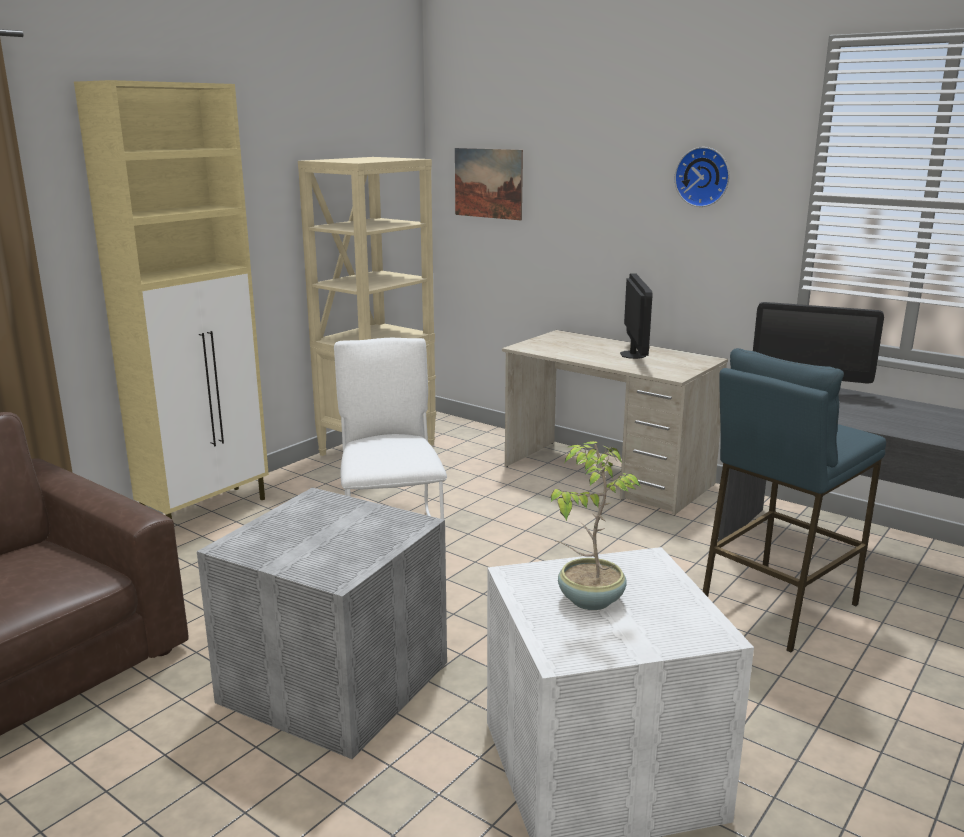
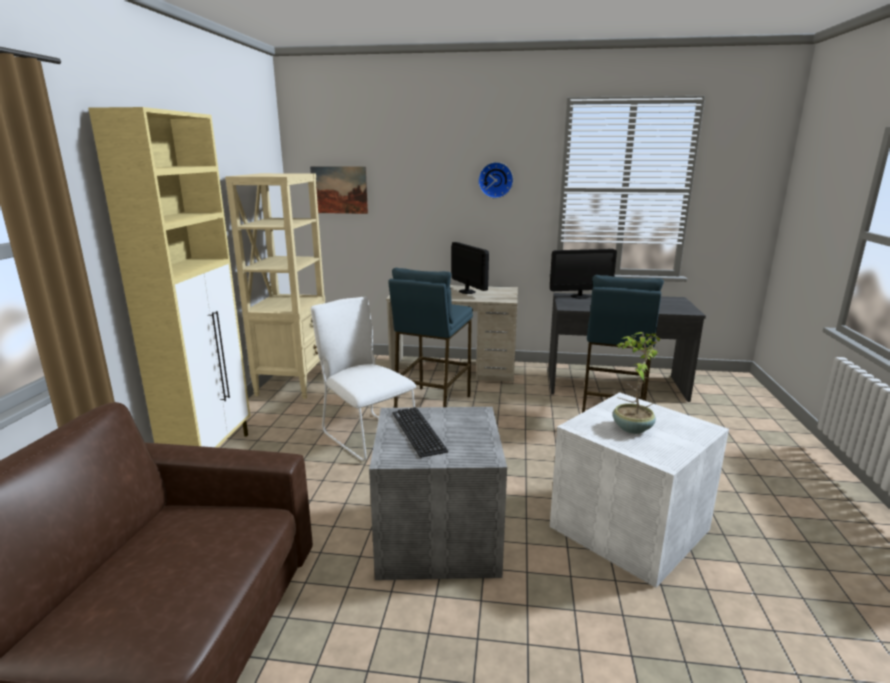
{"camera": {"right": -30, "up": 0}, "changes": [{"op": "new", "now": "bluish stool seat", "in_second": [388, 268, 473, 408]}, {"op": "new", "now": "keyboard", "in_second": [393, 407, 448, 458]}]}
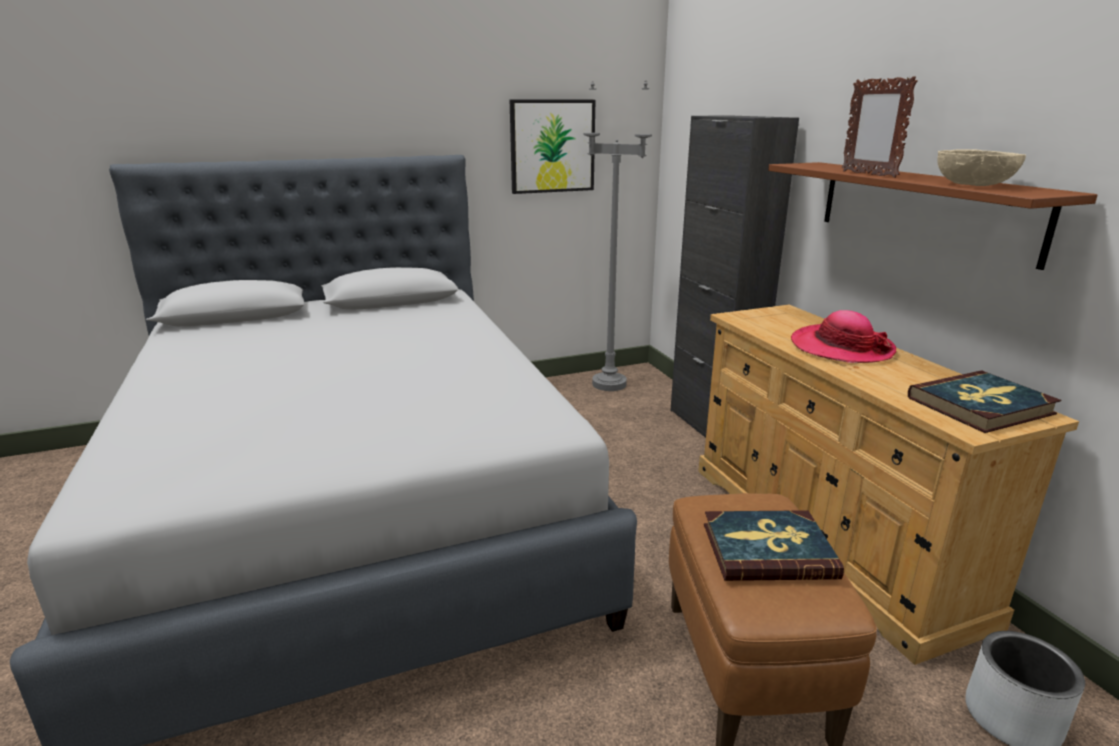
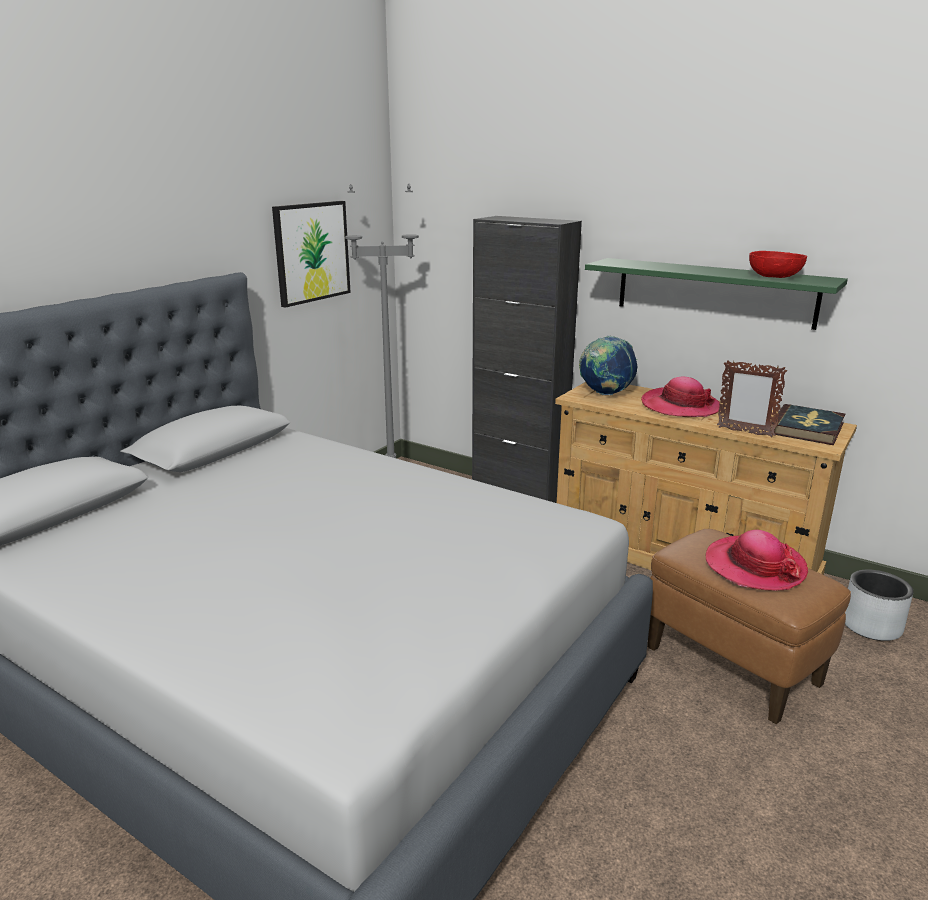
{"camera": {"right": -35, "up": 0}, "changes": [{"op": "new", "now": "world globe", "in_second": [579, 336, 637, 395]}, {"op": "shifted", "was": "photo frame", "in_first": [842, 76, 918, 178], "in_second": [717, 361, 787, 438]}, {"op": "swapped", "was": "book", "now": "hat", "in_first": [704, 510, 844, 581], "in_second": [705, 530, 808, 591]}, {"op": "repainted", "was": "brownish wall shelf", "now": "greenish wall shelf", "in_first": [768, 162, 1098, 270], "in_second": [585, 258, 848, 330]}, {"op": "repainted", "was": "beige deep dish", "now": "red deep dish", "in_first": [938, 149, 1026, 186], "in_second": [749, 251, 807, 278]}]}
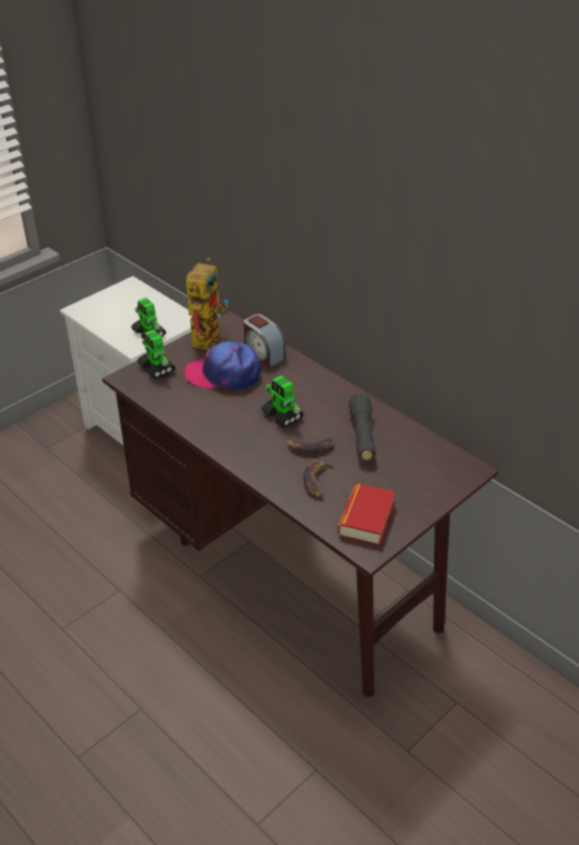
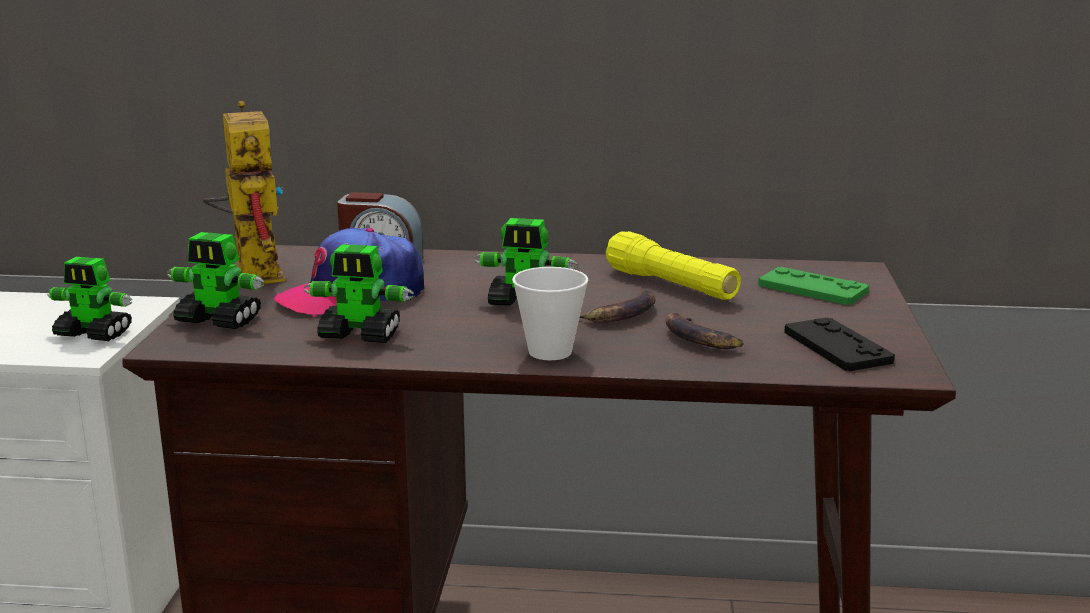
{"camera": {"right": -40, "up": -20}, "changes": [{"op": "new", "now": "model robot", "in_second": [304, 244, 414, 343]}, {"op": "new", "now": "cup", "in_second": [512, 267, 589, 360]}, {"op": "new", "now": "greenish game controller", "in_second": [758, 267, 869, 305]}, {"op": "swapped", "was": "book", "now": "black-coloured game controller", "in_first": [338, 483, 395, 545], "in_second": [784, 318, 895, 371]}, {"op": "repainted", "was": "black-coloured flashlight", "now": "yellowish flashlight", "in_first": [349, 393, 376, 462], "in_second": [606, 231, 741, 300]}]}
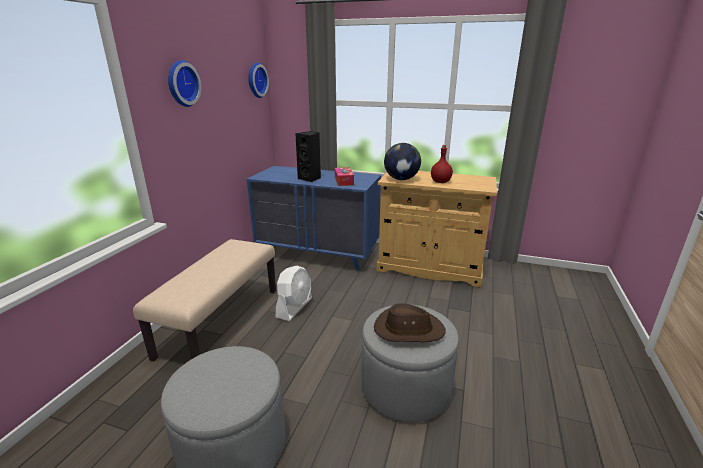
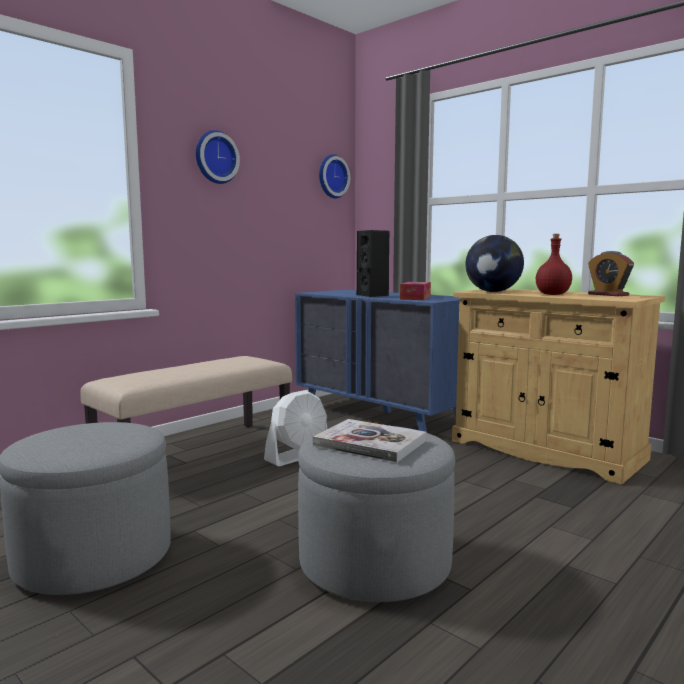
{"camera": {"right": 25, "up": -15}, "changes": [{"op": "new", "now": "bedside clock", "in_second": [588, 251, 634, 296]}, {"op": "swapped", "was": "brownish hat", "now": "book", "in_first": [374, 303, 446, 342], "in_second": [313, 419, 427, 463]}]}
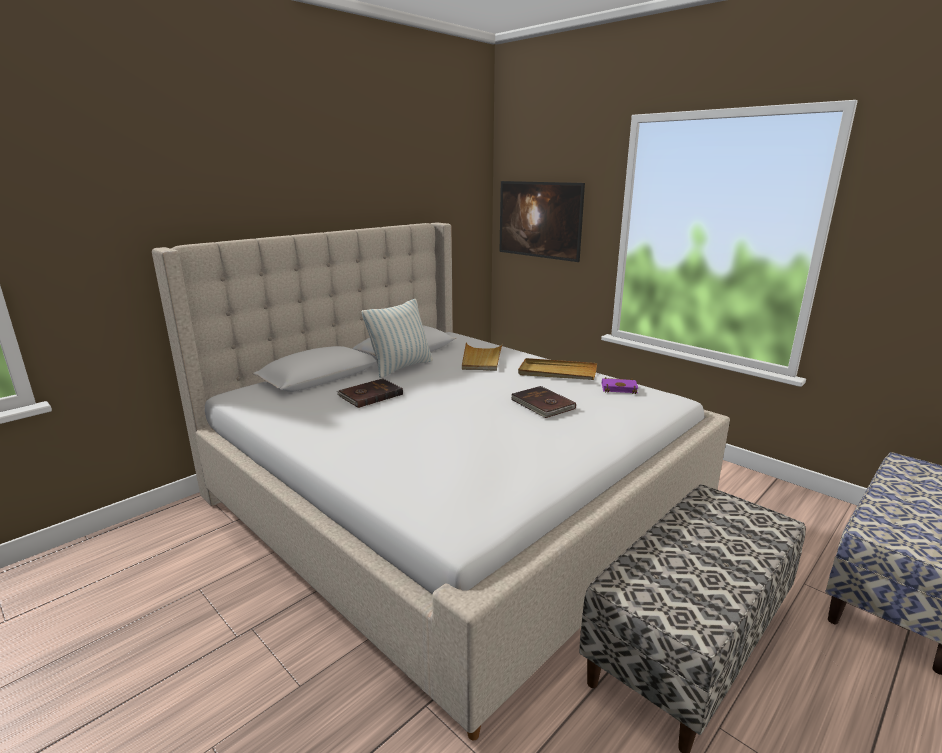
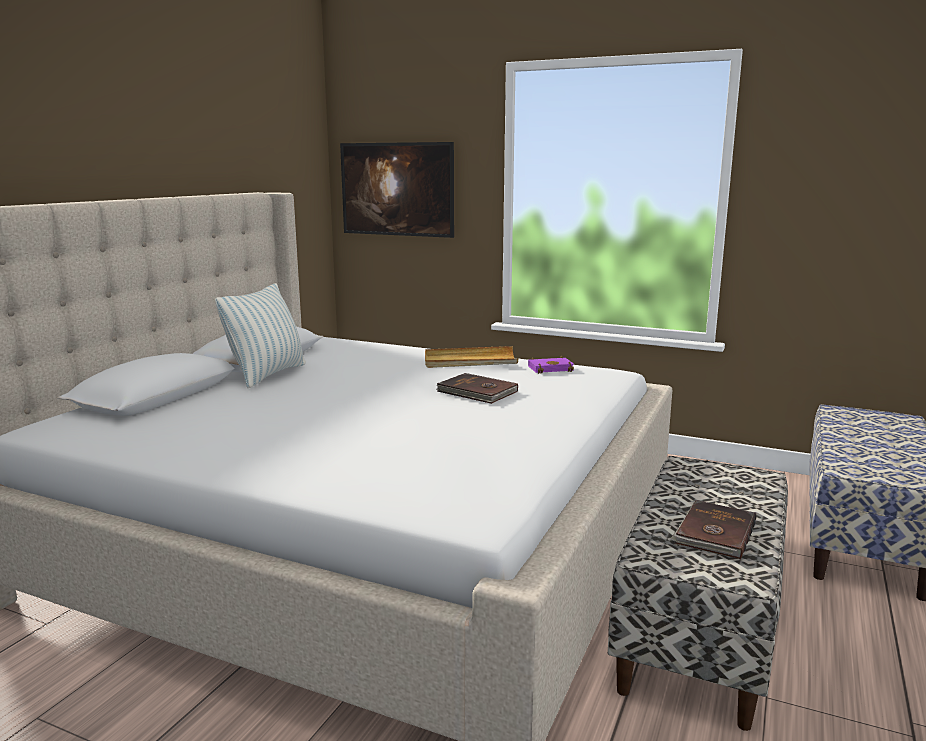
{"camera": {"right": -20, "up": -5}, "changes": [{"op": "gone", "was": "beige serving tray", "in_first": [462, 342, 503, 371]}, {"op": "shifted", "was": "brownish book", "in_first": [337, 378, 403, 408], "in_second": [670, 500, 756, 559]}]}
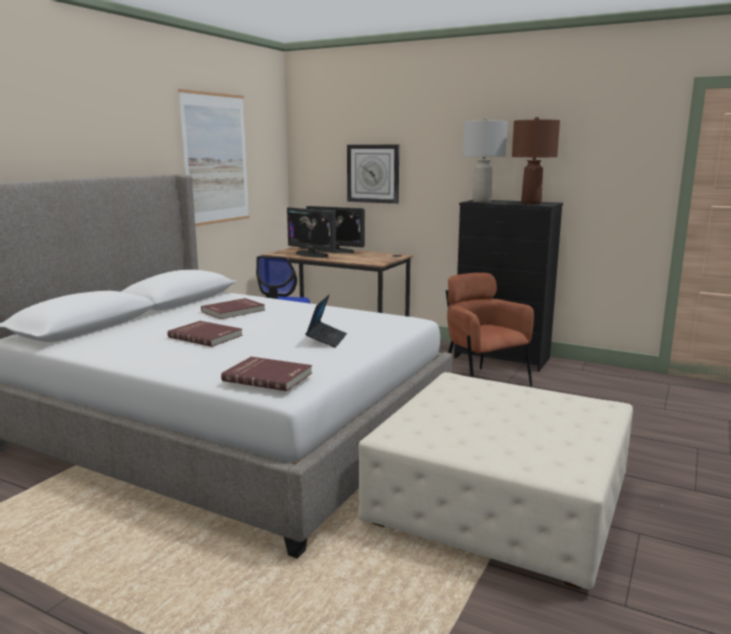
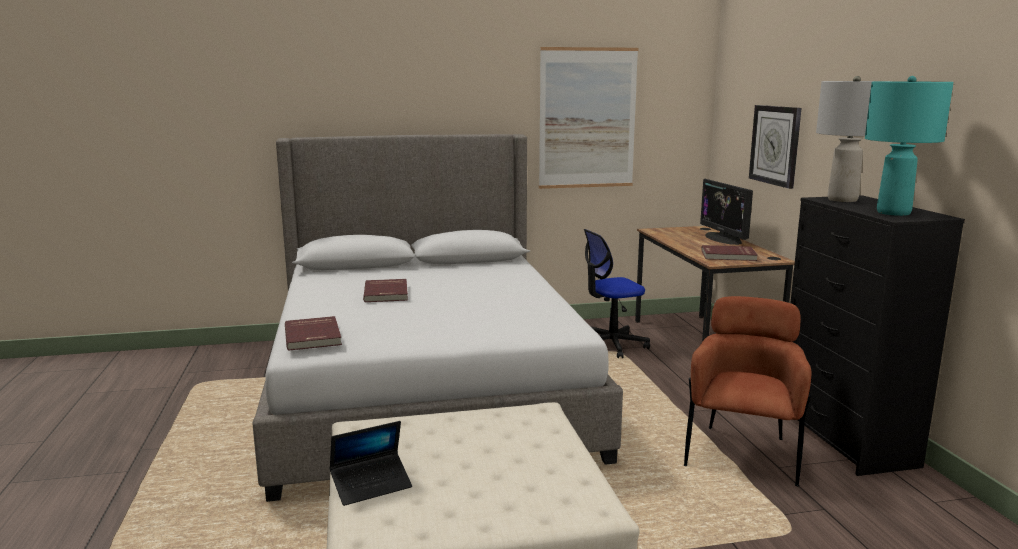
{"camera": {"right": 50, "up": 0}, "changes": [{"op": "gone", "was": "monitor", "in_first": [287, 207, 336, 258]}, {"op": "shifted", "was": "red book", "in_first": [201, 298, 265, 319], "in_second": [702, 245, 758, 261]}, {"op": "shifted", "was": "portable computer", "in_first": [306, 295, 347, 348], "in_second": [329, 421, 412, 506]}, {"op": "repainted", "was": "brownish table lamp", "now": "turquoise table lamp", "in_first": [512, 117, 560, 204], "in_second": [865, 76, 953, 216]}]}
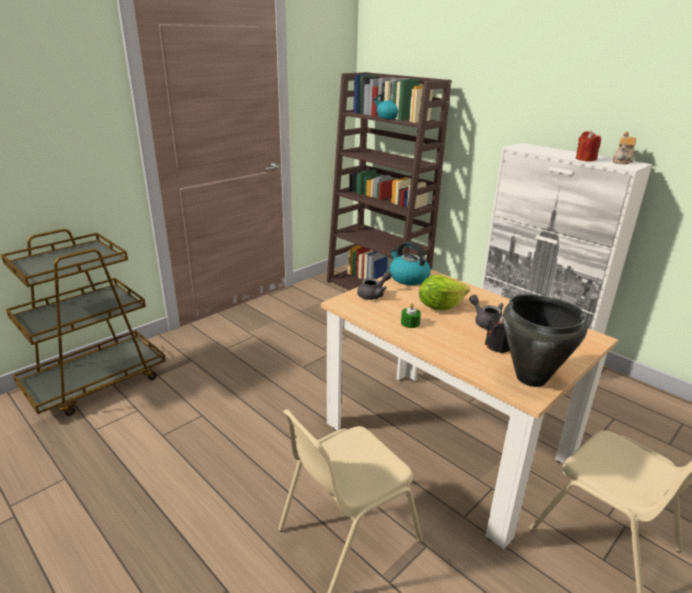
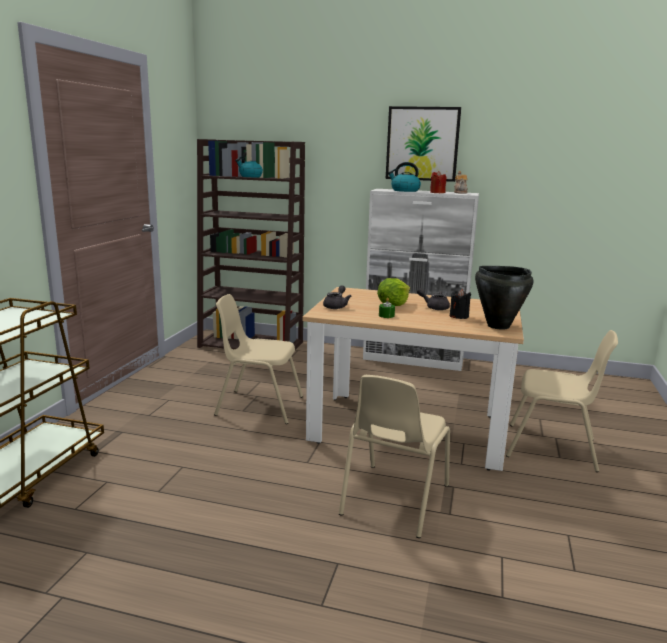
{"camera": {"right": -30, "up": -10}, "changes": [{"op": "new", "now": "beige plain chair", "in_second": [214, 294, 303, 424]}, {"op": "new", "now": "picture", "in_second": [386, 106, 461, 182]}, {"op": "shifted", "was": "tea kettle", "in_first": [390, 241, 430, 285], "in_second": [388, 162, 421, 192]}]}
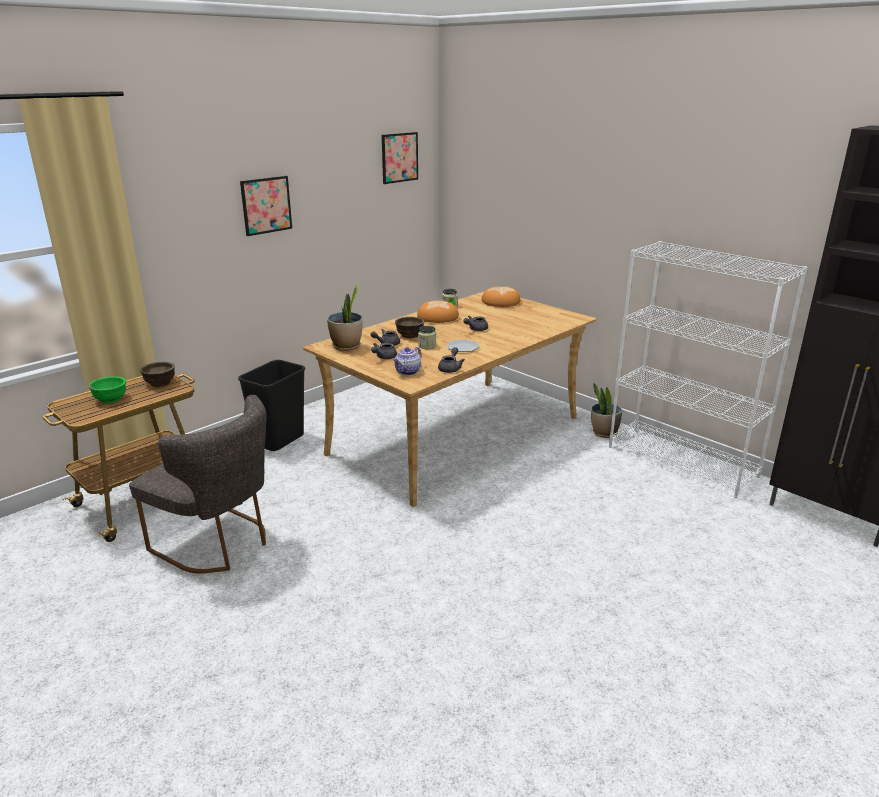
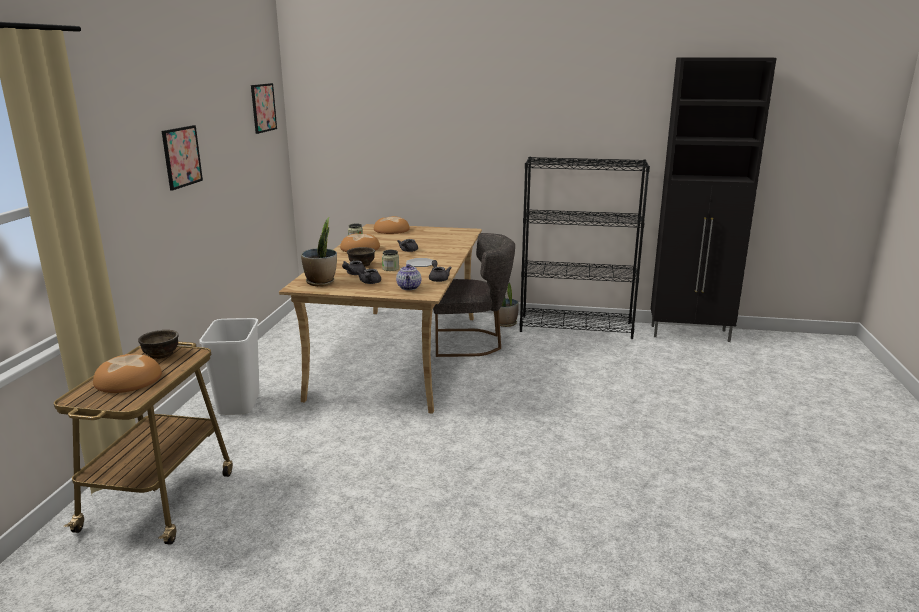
{"camera": {"right": -35, "up": -5}, "changes": [{"op": "shifted", "was": "greyish plain chair", "in_first": [129, 395, 267, 573], "in_second": [433, 233, 515, 357]}, {"op": "swapped", "was": "greenish deep dish", "now": "baked bread", "in_first": [89, 376, 126, 403], "in_second": [93, 354, 162, 393]}, {"op": "repainted", "was": "black-coloured waste bin", "now": "whitish waste bin", "in_first": [238, 360, 305, 451], "in_second": [199, 318, 259, 415]}, {"op": "repainted", "was": "whitish bookshelf", "now": "black-coloured bookshelf", "in_first": [609, 241, 808, 498], "in_second": [520, 157, 650, 339]}]}
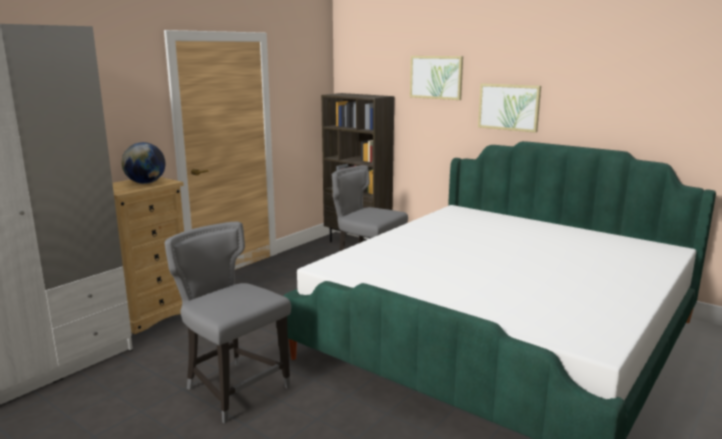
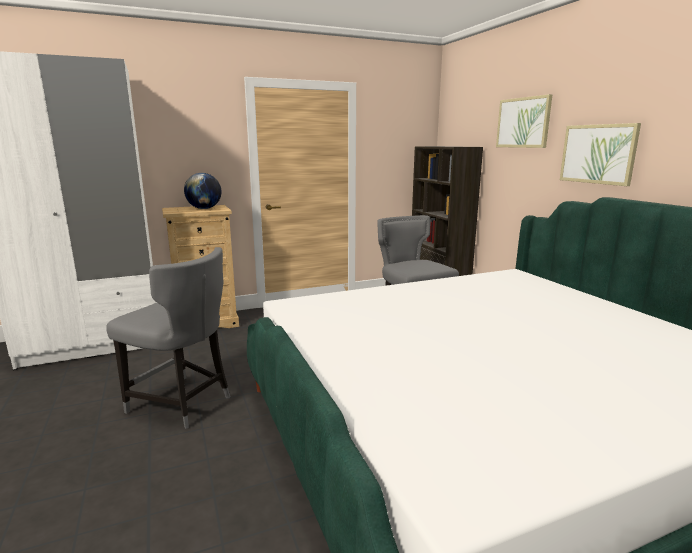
{"camera": {"right": 30, "up": 0}, "changes": [{"op": "rotated", "was": "greyish plain chair", "in_first": [165, 222, 291, 424], "in_second": [106, 247, 231, 429], "clockwise": 135}]}
